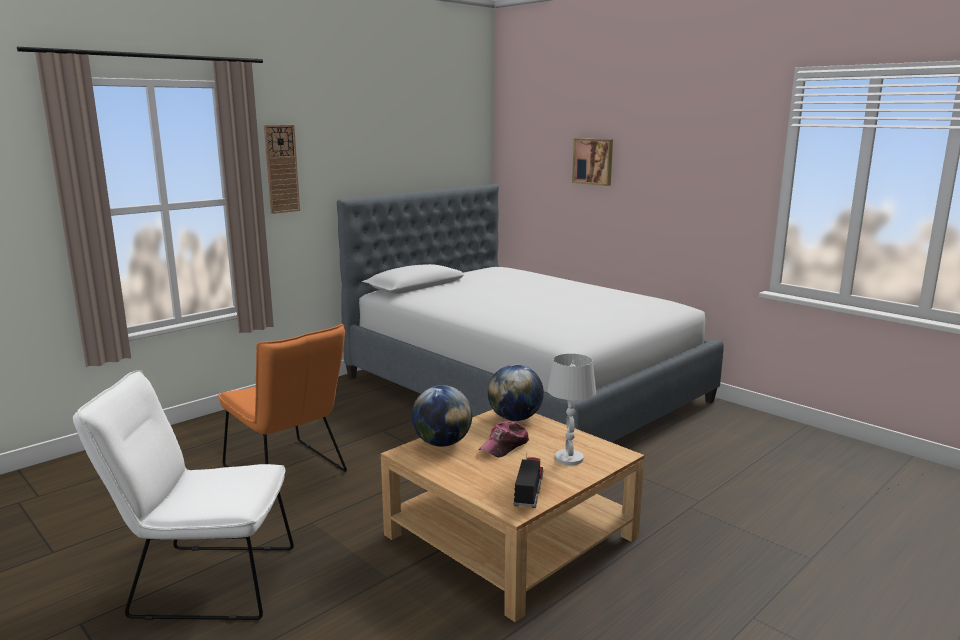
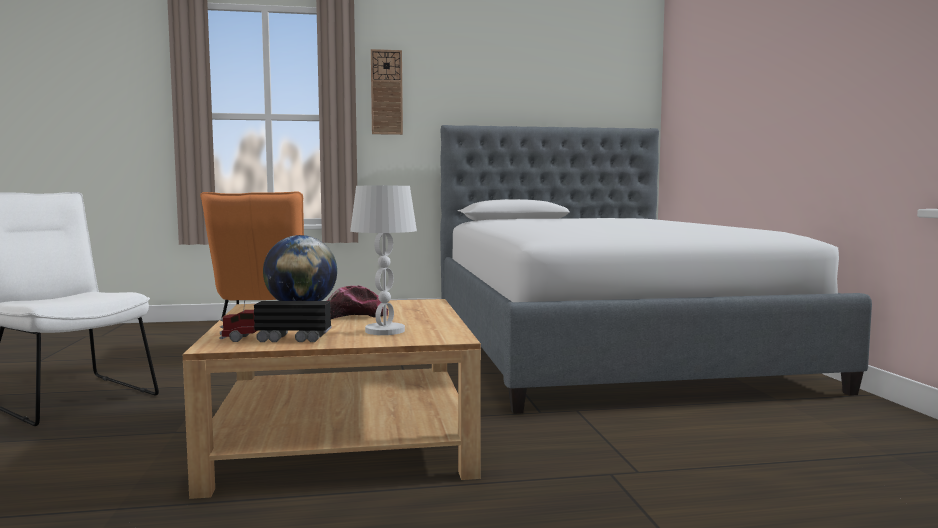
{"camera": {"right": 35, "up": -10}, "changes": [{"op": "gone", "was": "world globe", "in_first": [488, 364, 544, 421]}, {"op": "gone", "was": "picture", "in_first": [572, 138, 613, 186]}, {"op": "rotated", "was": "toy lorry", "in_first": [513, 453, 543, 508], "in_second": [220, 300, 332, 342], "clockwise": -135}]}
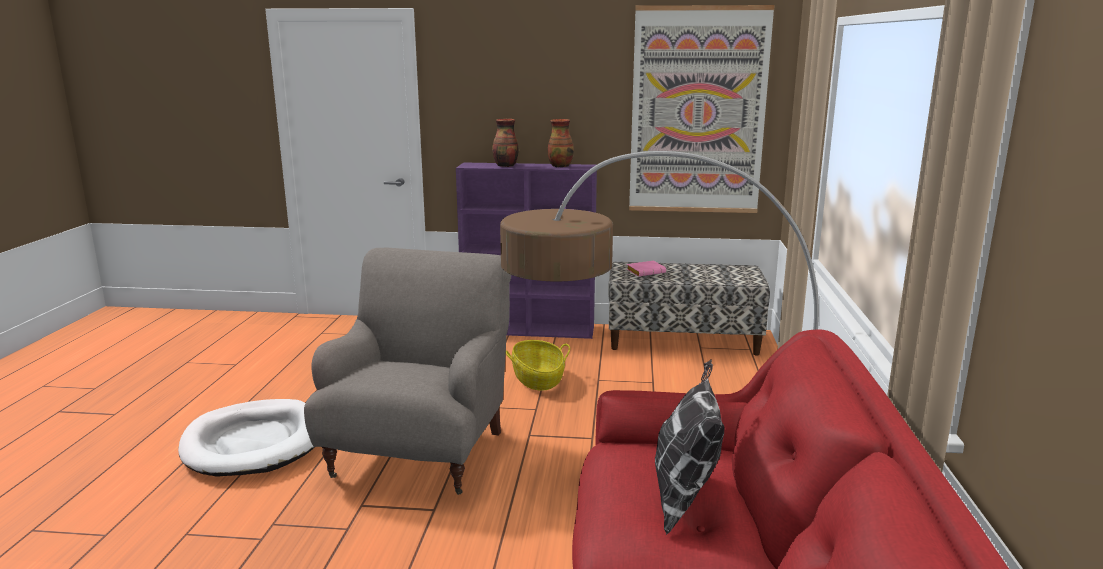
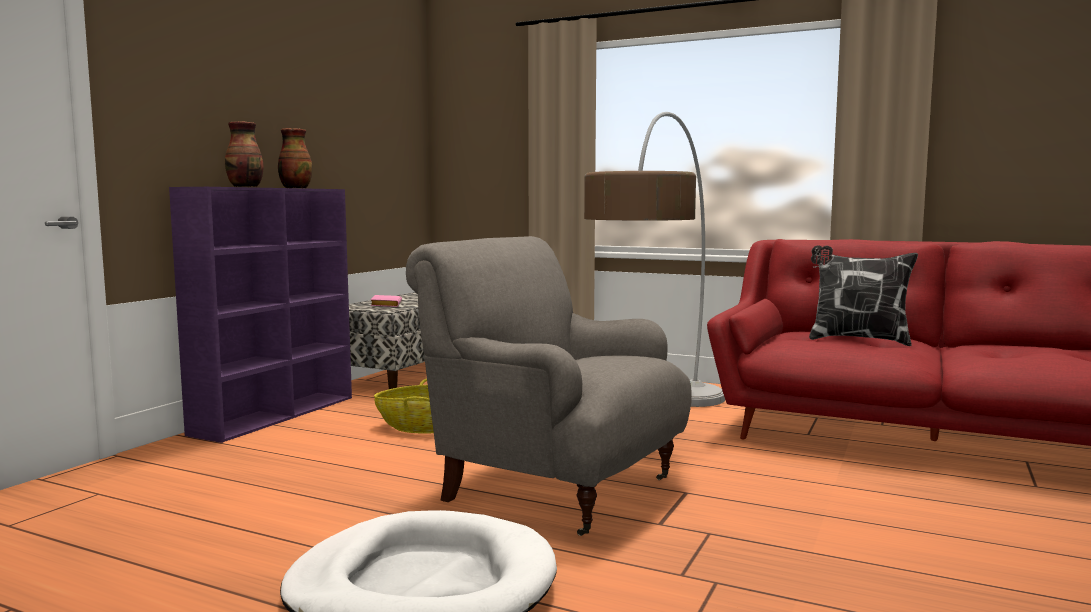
{"camera": {"right": -70, "up": -10}, "changes": [{"op": "gone", "was": "picture", "in_first": [629, 5, 775, 213]}]}
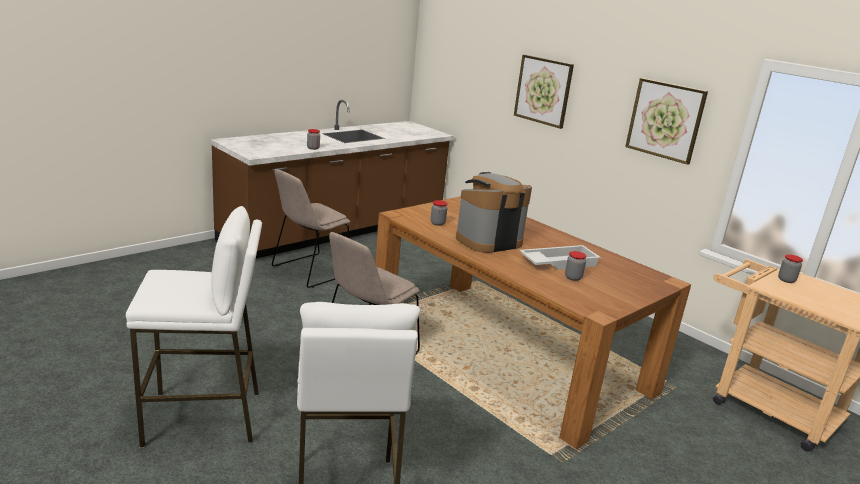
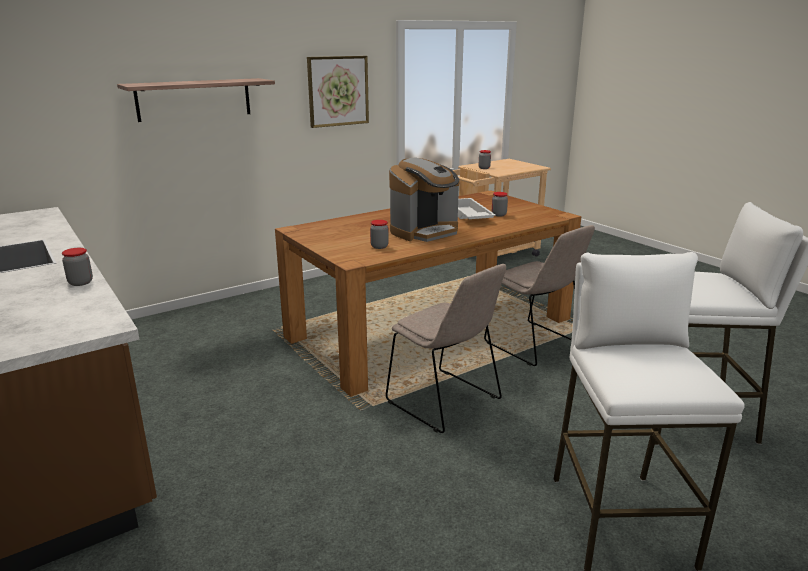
{"camera": {"right": -80, "up": 0}, "changes": [{"op": "shifted", "was": "beige plain chair", "in_first": [272, 169, 350, 288], "in_second": [484, 225, 595, 366]}, {"op": "swapped", "was": "picture", "now": "wall shelf", "in_first": [514, 55, 574, 129], "in_second": [117, 78, 275, 122]}, {"op": "rotated", "was": "coffee maker", "in_first": [456, 172, 532, 253], "in_second": [389, 158, 460, 242], "clockwise": -105}]}
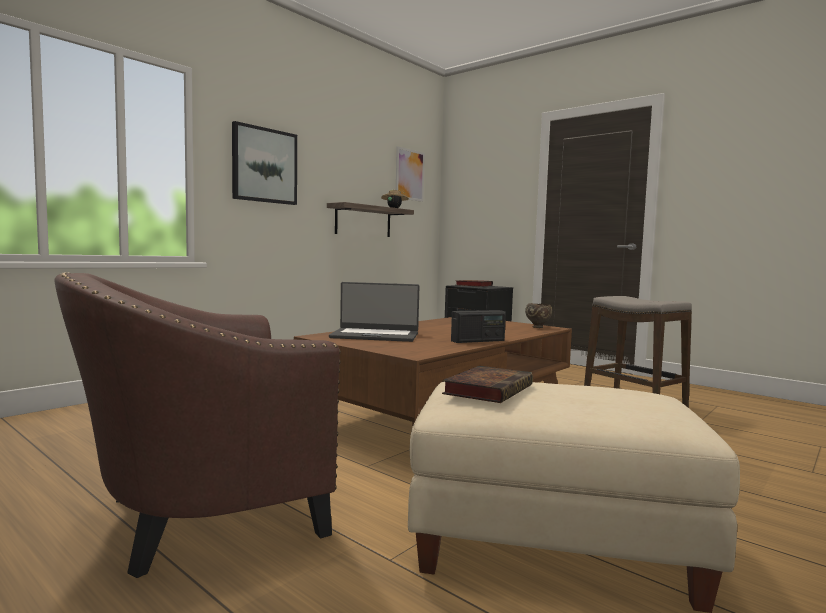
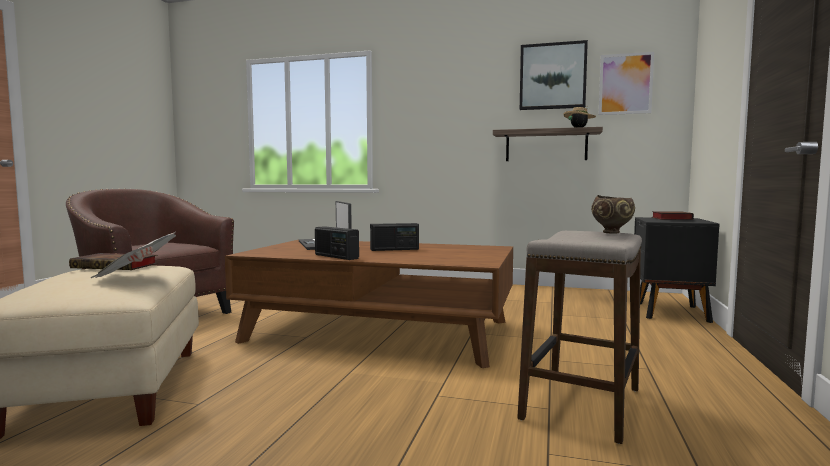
{"camera": {"right": 65, "up": 0}, "changes": [{"op": "new", "now": "newspaper", "in_second": [91, 232, 176, 278]}, {"op": "new", "now": "radio receiver", "in_second": [370, 223, 419, 251]}, {"op": "shifted", "was": "picture", "in_first": [232, 121, 297, 205], "in_second": [520, 40, 588, 110]}, {"op": "shifted", "was": "brownish deep dish", "in_first": [525, 303, 552, 328], "in_second": [591, 195, 635, 234]}]}
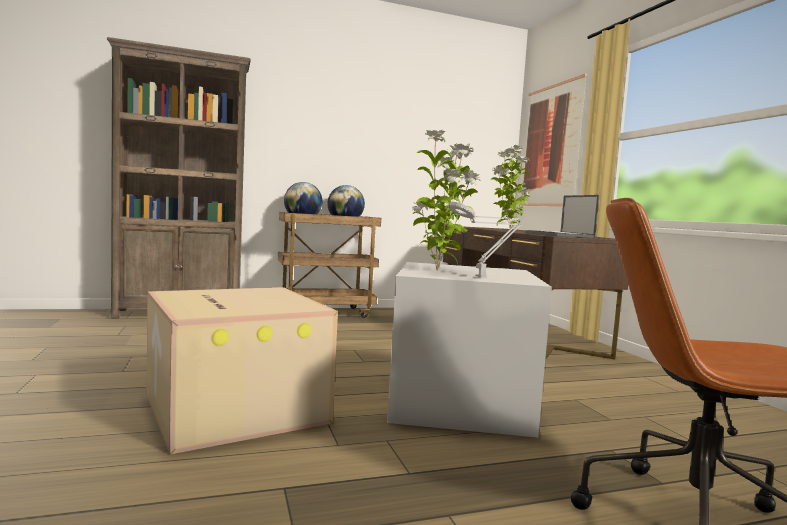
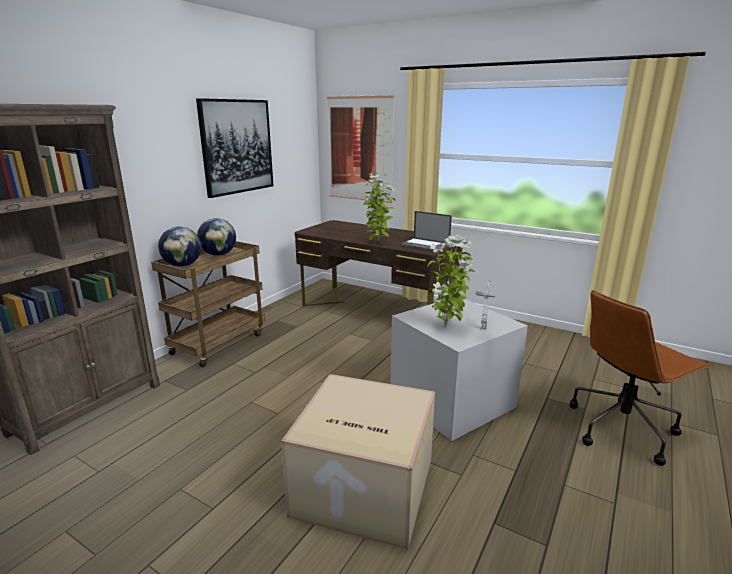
{"camera": {"right": -40, "up": 15}, "changes": [{"op": "new", "now": "picture", "in_second": [196, 98, 274, 198]}]}
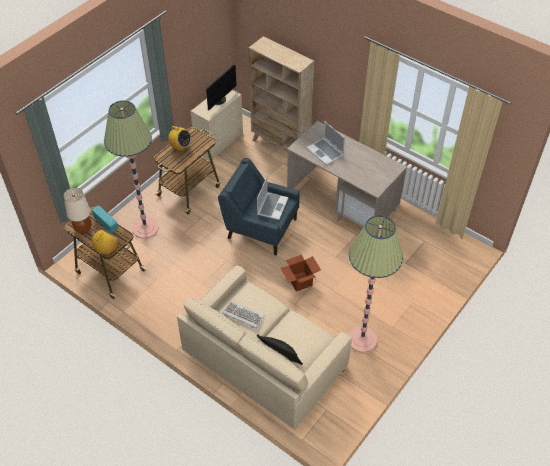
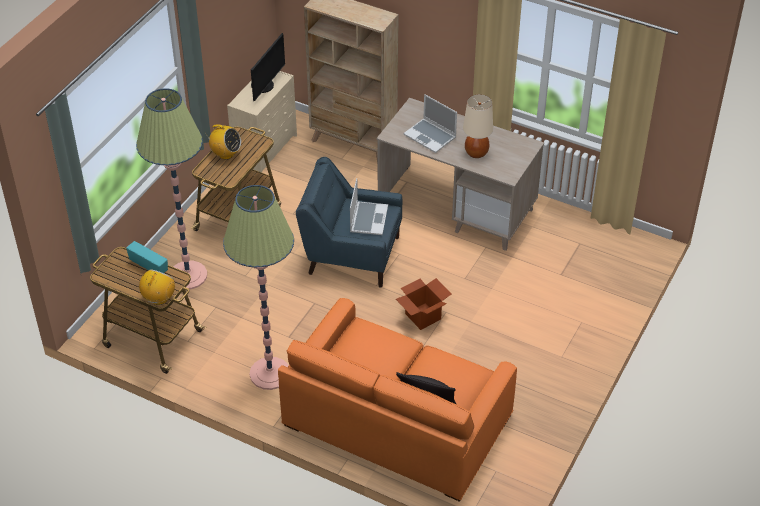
{"camera": {"right": -10, "up": -5}, "changes": [{"op": "gone", "was": "keyboard", "in_first": [222, 301, 265, 328]}, {"op": "shifted", "was": "beige table lamp", "in_first": [63, 188, 92, 233], "in_second": [463, 94, 493, 158]}, {"op": "shifted", "was": "standing lamp", "in_first": [348, 215, 403, 353], "in_second": [223, 185, 294, 390]}, {"op": "repainted", "was": "beige sofa", "now": "orangey sofa", "in_first": [177, 265, 352, 429], "in_second": [278, 298, 517, 502]}]}
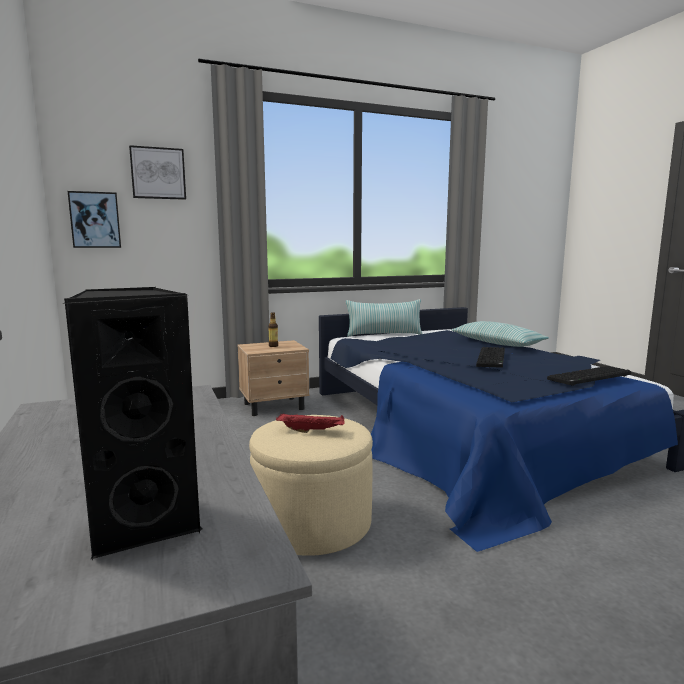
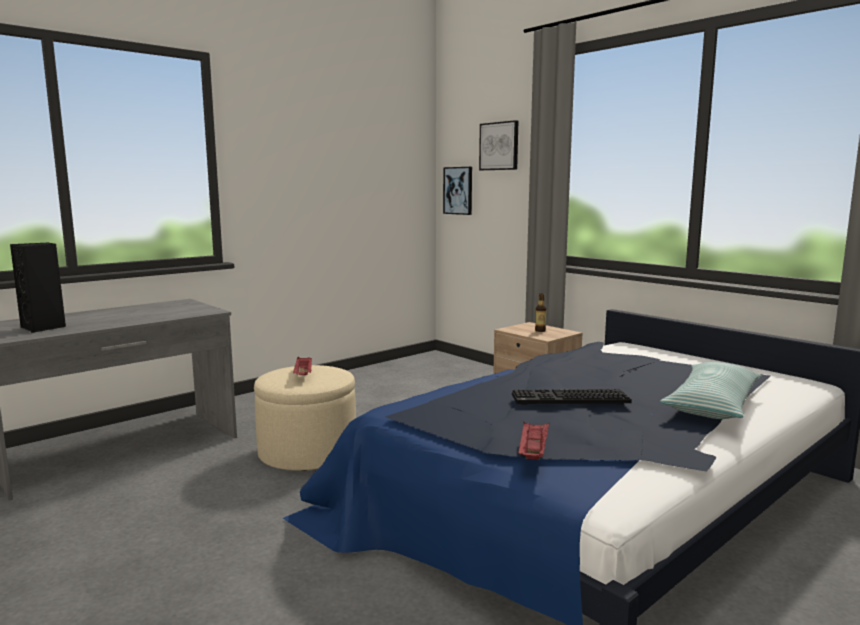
{"camera": {"right": 70, "up": 0}, "changes": [{"op": "gone", "was": "throw pillow", "in_first": [346, 299, 422, 336]}, {"op": "swapped", "was": "keyboard", "now": "red serving tray", "in_first": [547, 366, 631, 386], "in_second": [518, 421, 549, 460]}]}
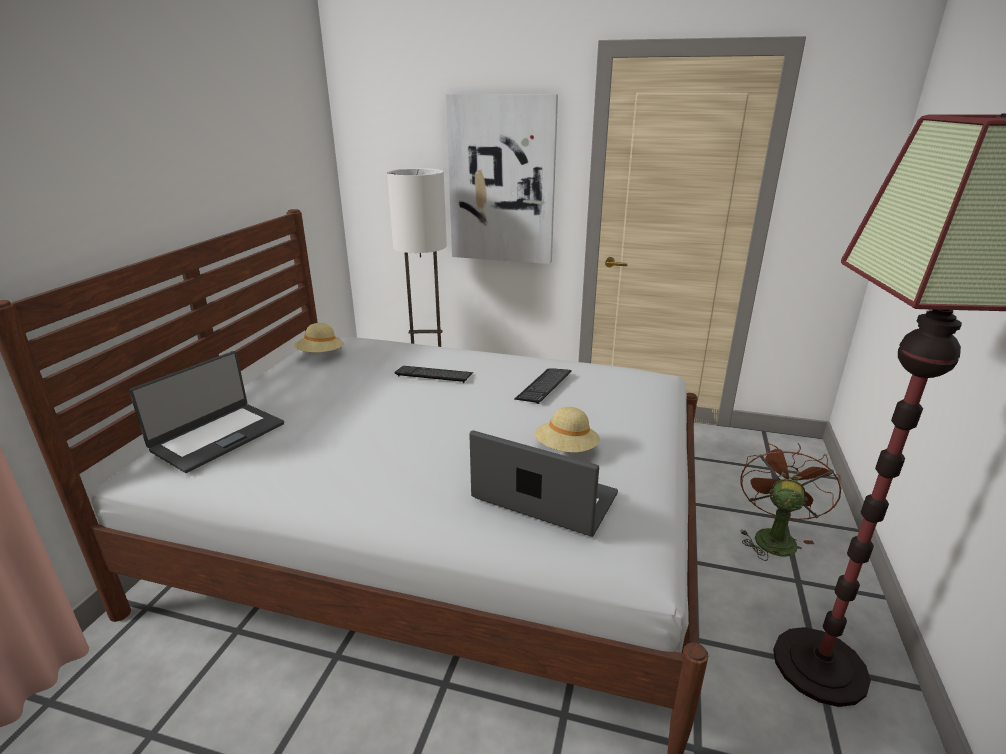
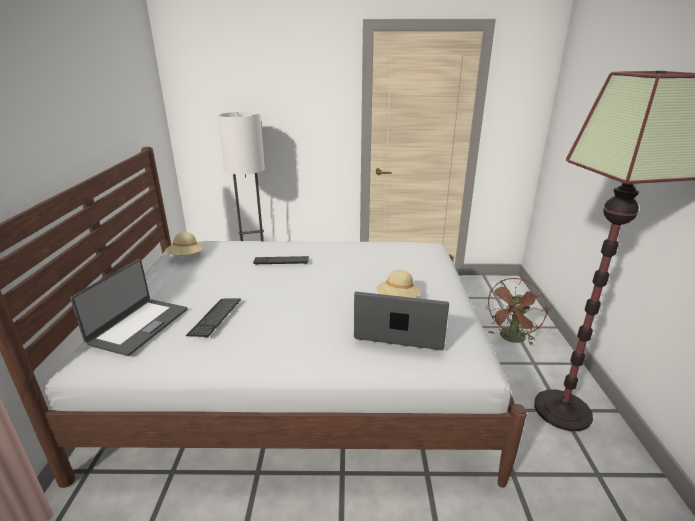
{"camera": {"right": -15, "up": 0}, "changes": [{"op": "gone", "was": "picture", "in_first": [446, 94, 558, 264]}, {"op": "shifted", "was": "keyboard", "in_first": [514, 368, 572, 404], "in_second": [186, 299, 241, 338]}, {"op": "rotated", "was": "brownish electric fan", "in_first": [740, 443, 842, 561], "in_second": [485, 278, 547, 345], "clockwise": -150}]}
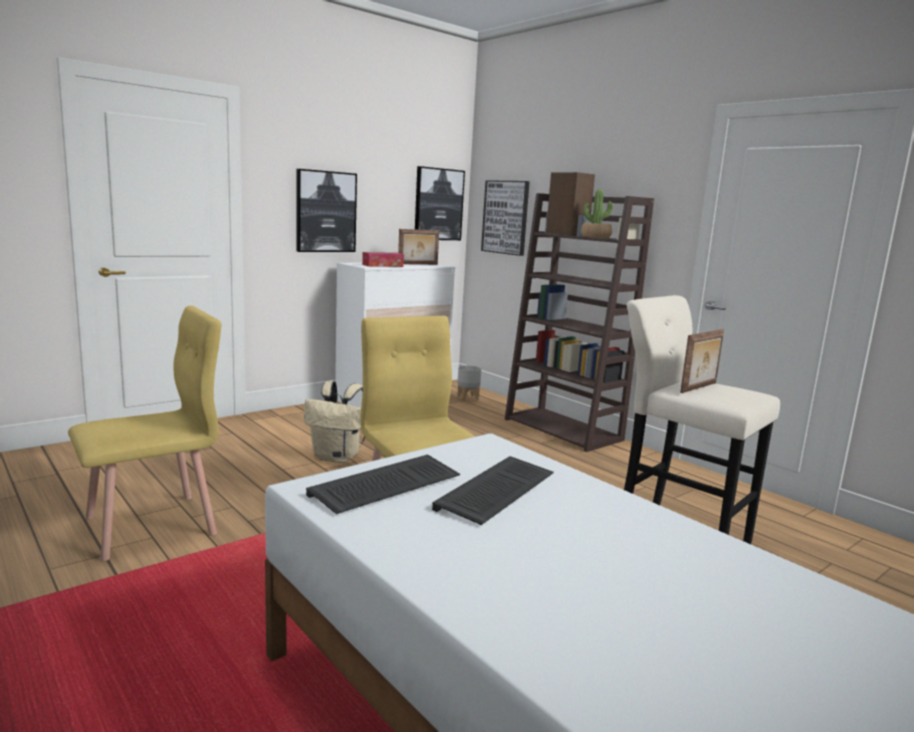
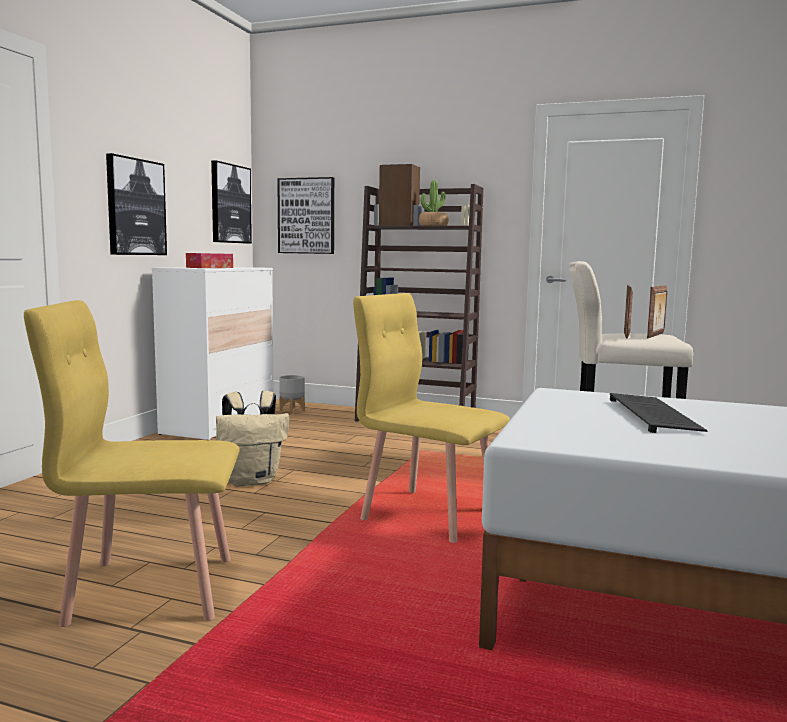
{"camera": {"right": -30, "up": -5}, "changes": [{"op": "gone", "was": "keyboard", "in_first": [306, 454, 460, 514]}, {"op": "shifted", "was": "photo frame", "in_first": [398, 229, 439, 265], "in_second": [647, 285, 667, 338]}, {"op": "rotated", "was": "yellowish plain chair", "in_first": [68, 306, 221, 561], "in_second": [24, 300, 240, 627], "clockwise": -120}]}
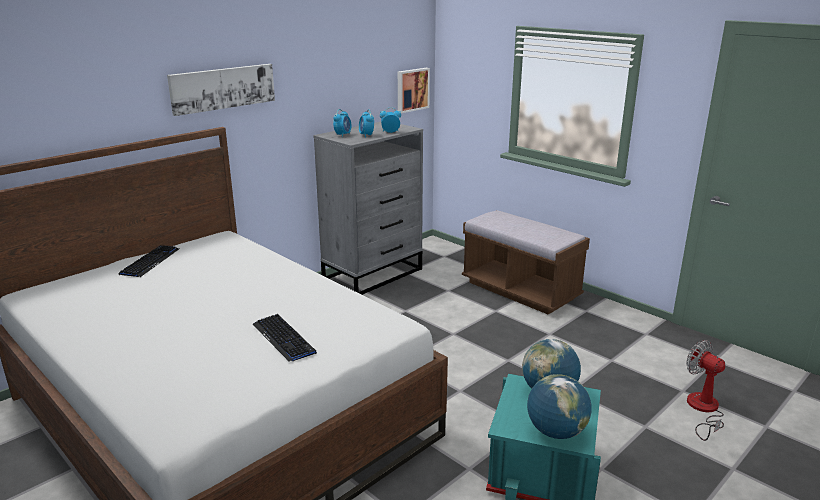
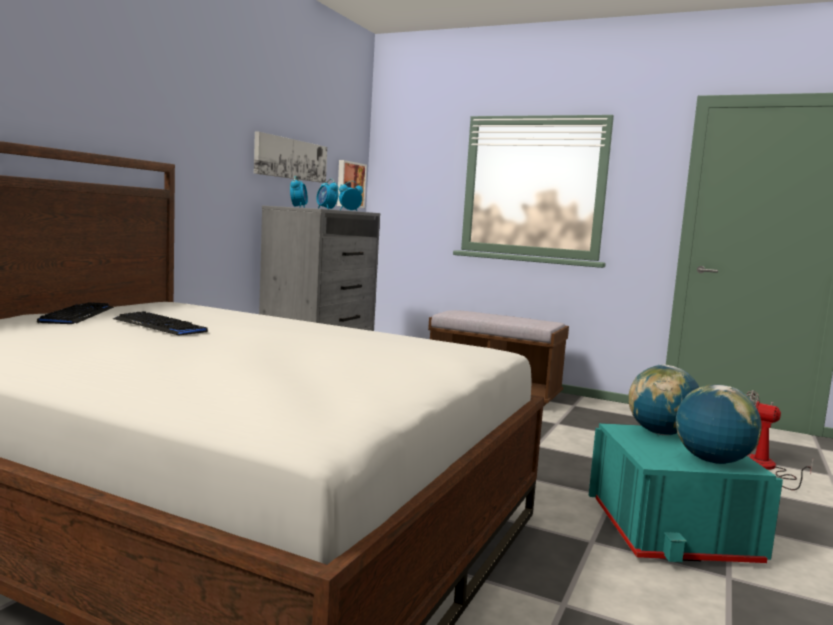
{"camera": {"right": -20, "up": -15}, "changes": [{"op": "shifted", "was": "picture", "in_first": [167, 64, 275, 116], "in_second": [254, 132, 327, 183]}, {"op": "shifted", "was": "keyboard", "in_first": [252, 314, 317, 362], "in_second": [113, 311, 208, 335]}]}
